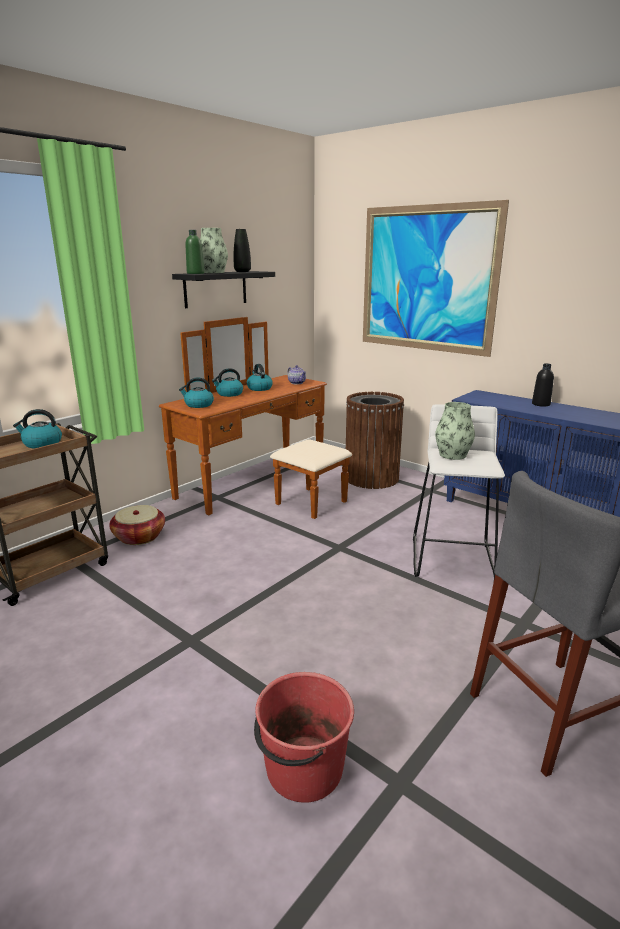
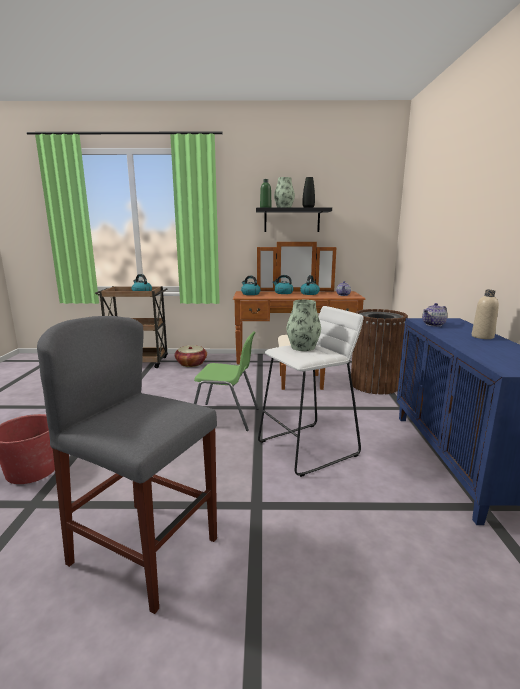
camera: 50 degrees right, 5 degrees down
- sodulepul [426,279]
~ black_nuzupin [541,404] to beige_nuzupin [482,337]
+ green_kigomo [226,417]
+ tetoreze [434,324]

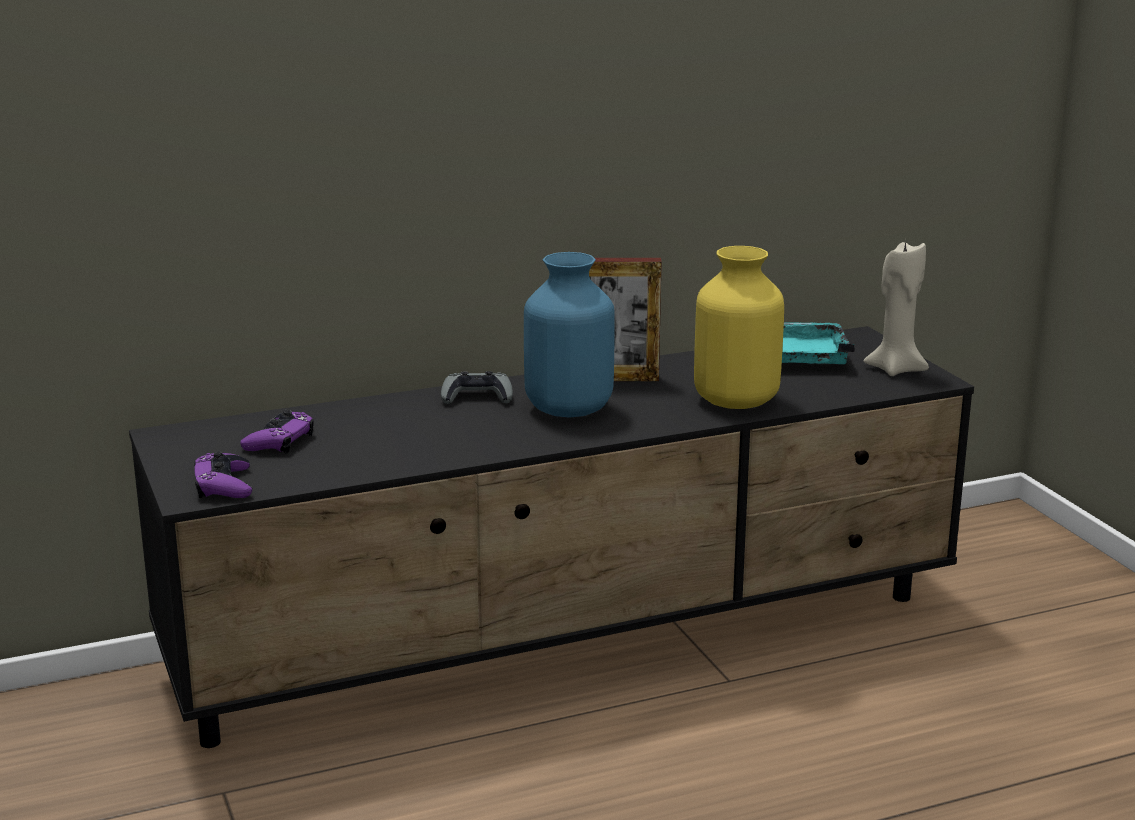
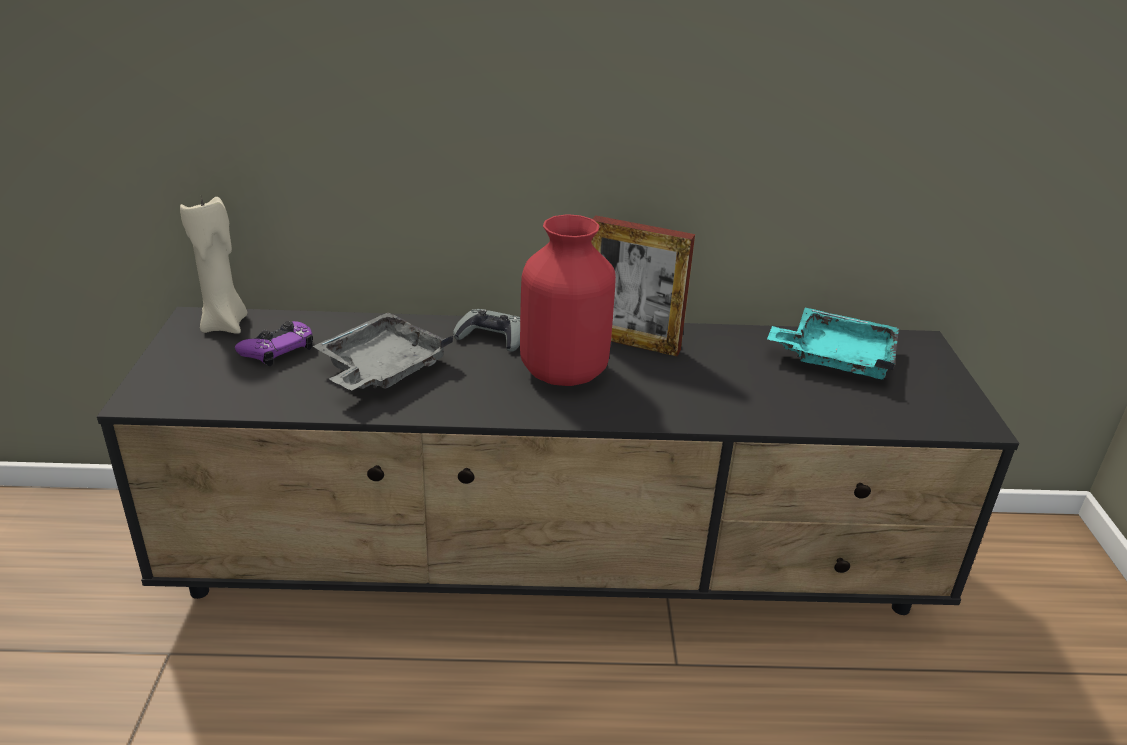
camera: 20 degrees right, 10 degrees up
- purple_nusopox [223,485]
~ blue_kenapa [568,409] to red_kenapa [562,372]
- yellow_kenapa [735,401]
~ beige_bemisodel [895,369] to [225,325]
+ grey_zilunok [381,369]

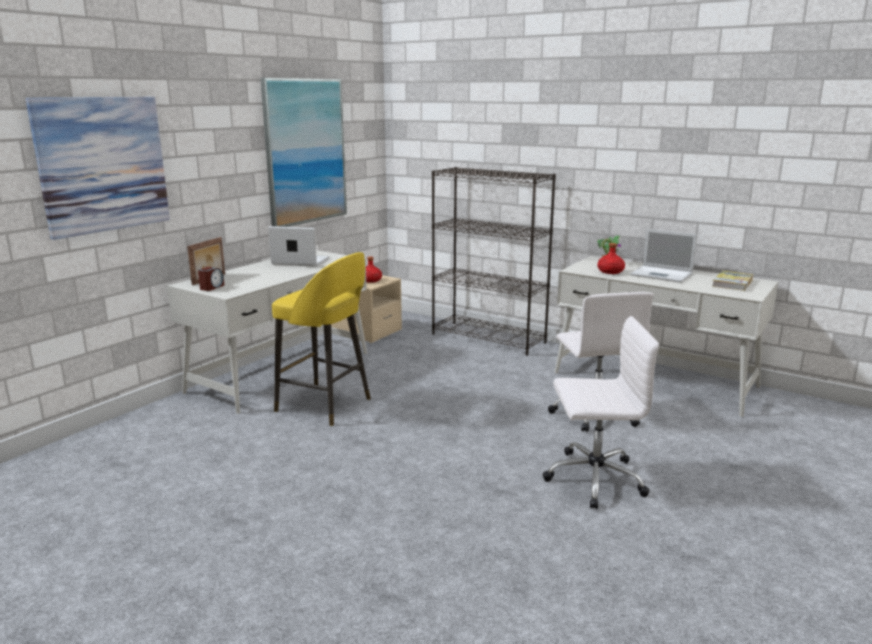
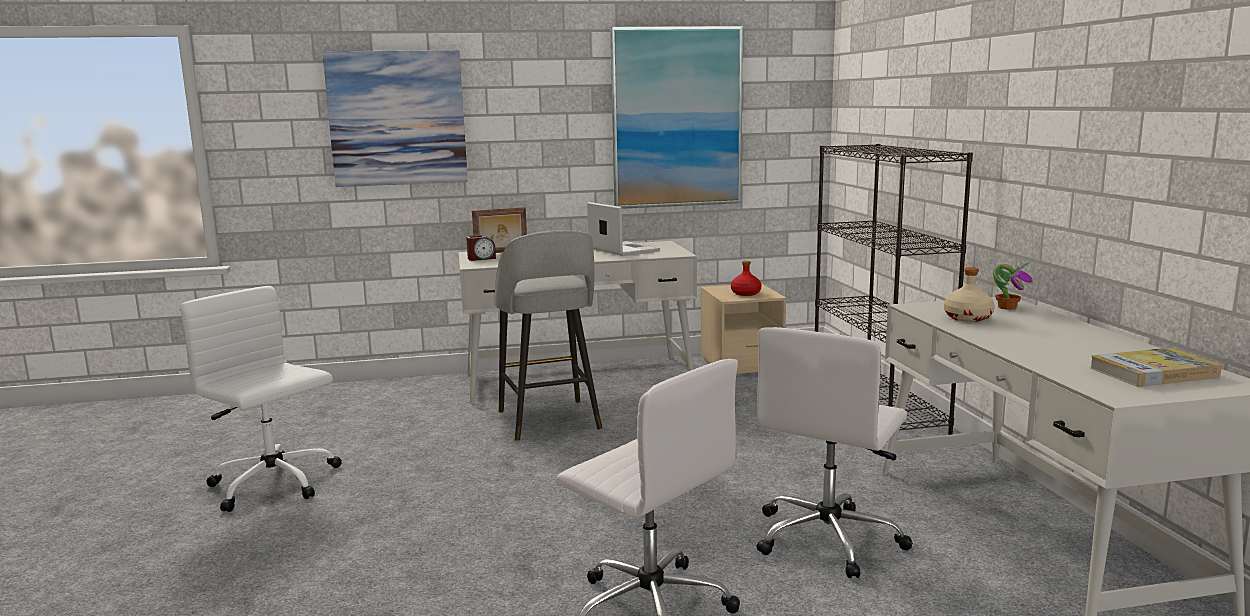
camera: 45 degrees right, 5 degrees down
~ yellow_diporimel [326,406] to grey_diporimel [549,421]
~ red_nuzupin [611,271] to beige_nuzupin [968,318]
- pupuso [662,275]
+ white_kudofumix [275,484]

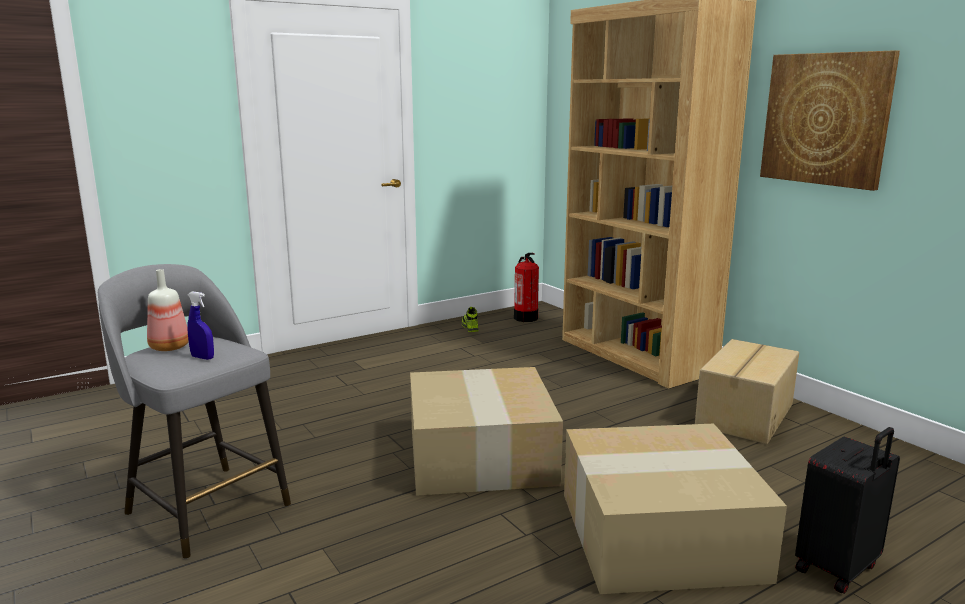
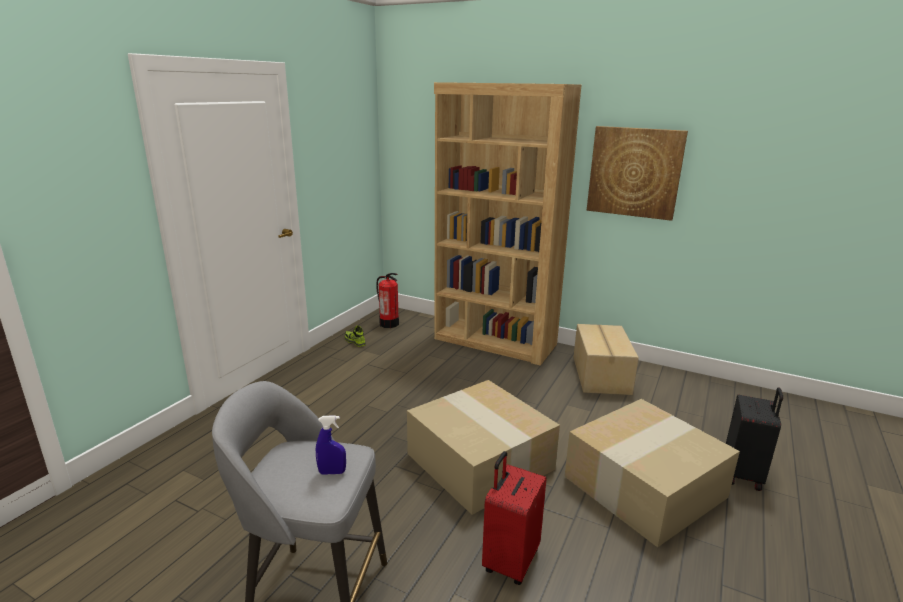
camera: 30 degrees left, 5 degrees up
- nuzupin [170,347]
+ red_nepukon [509,561]

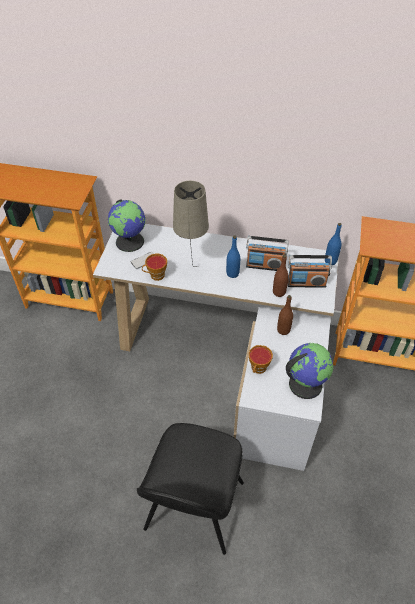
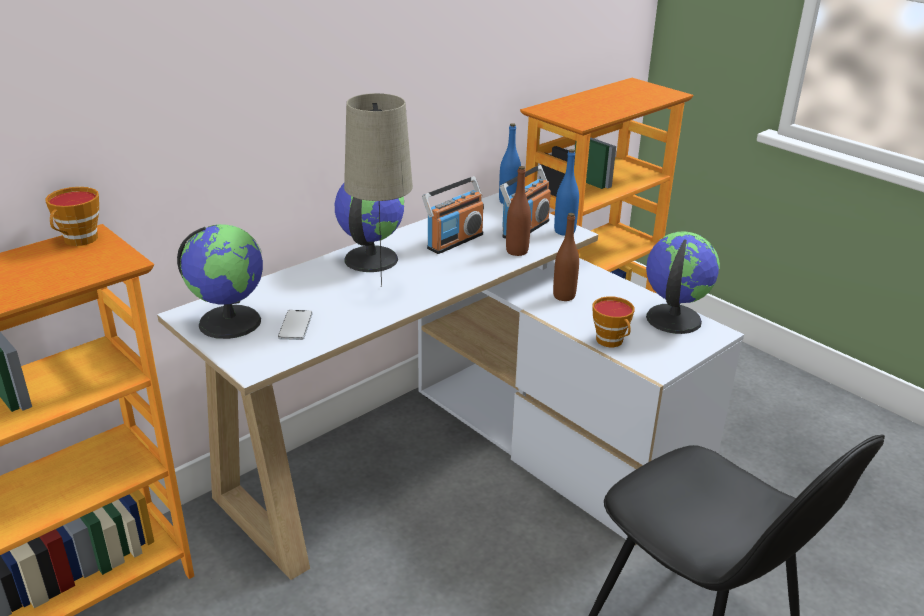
camera: 55 degrees left, 20 degrees down
~ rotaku [155,276] to [78,240]
~ blue_nuzupin [232,273] to [564,231]
+ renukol [370,259]

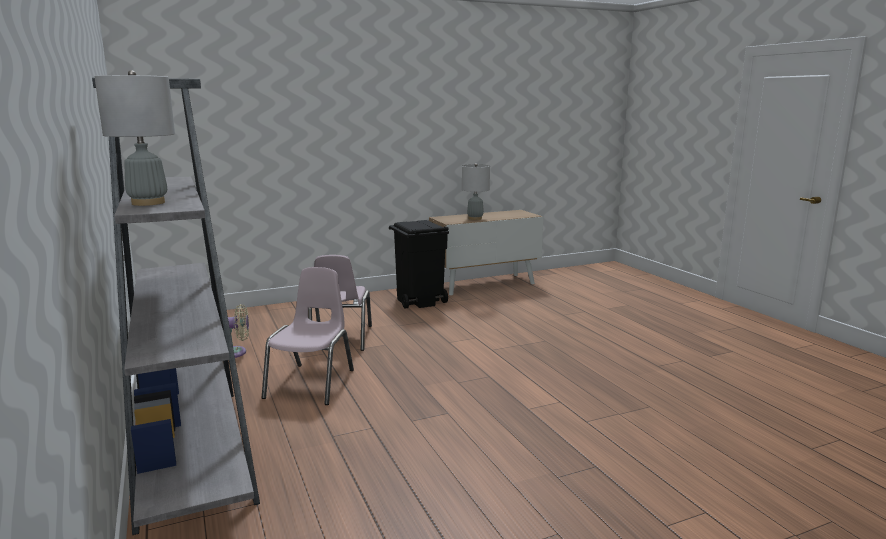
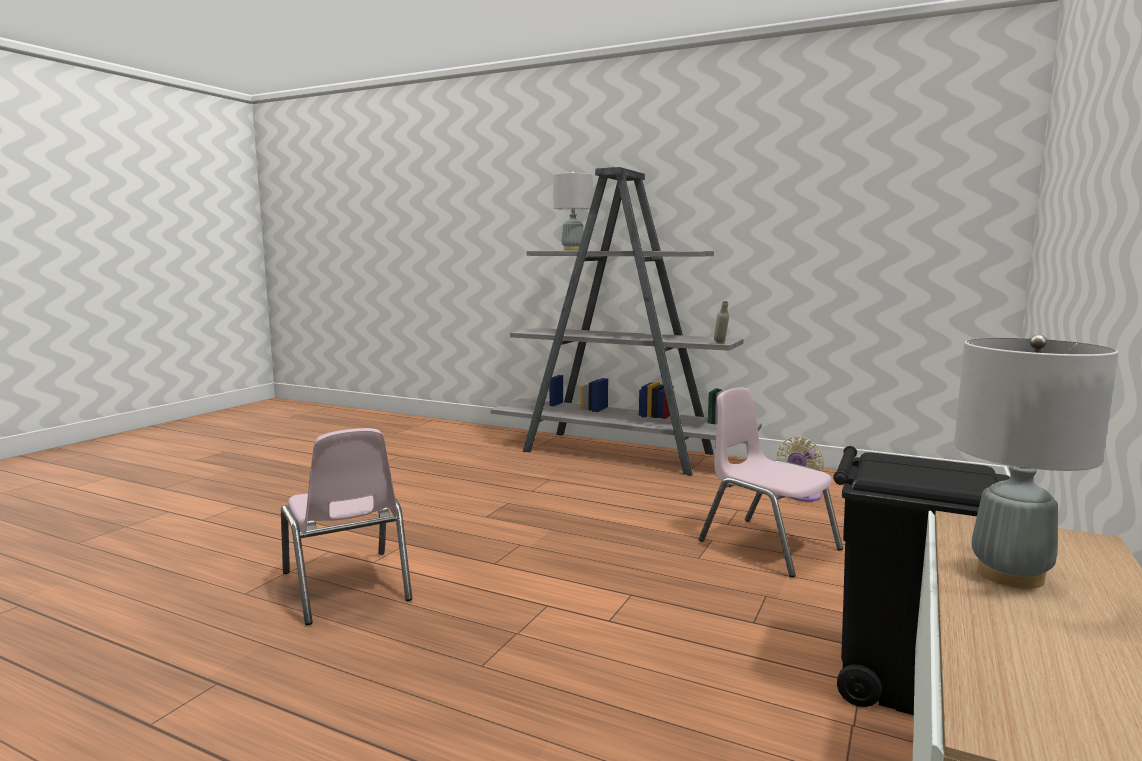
camera: 140 degrees right, 5 degrees down
~ pink_kigomo [311,384] to [346,586]
+ grey_nuzupin [721,343]

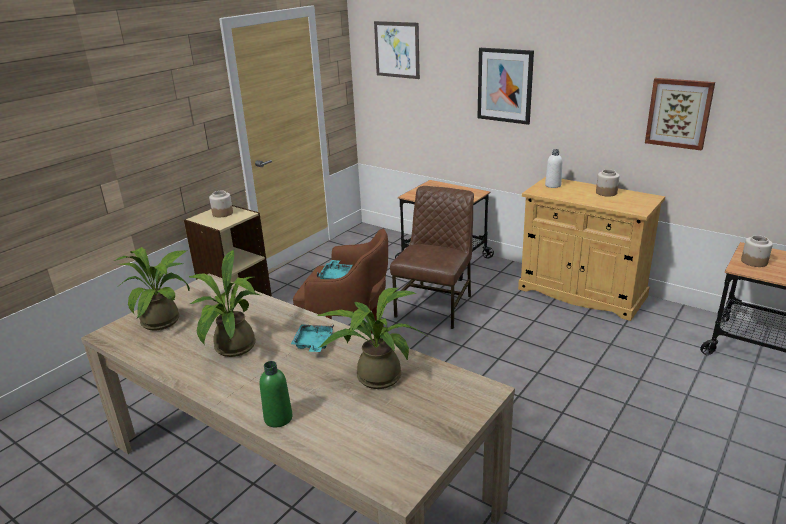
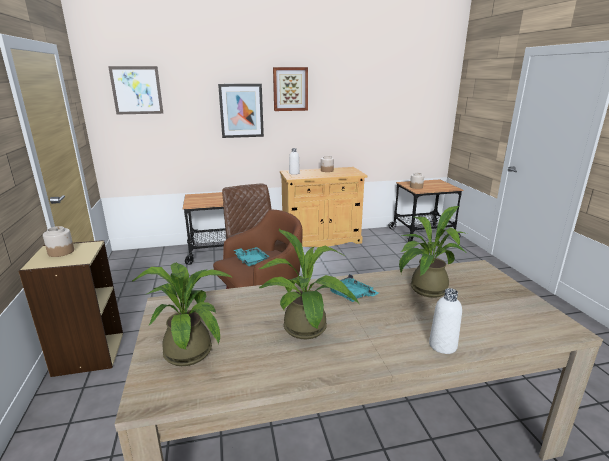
camera: 50 degrees left, 5 degrees down
~ green_nuzupin [278,418] to white_nuzupin [442,345]
~ sodulepul [679,113] to [290,89]

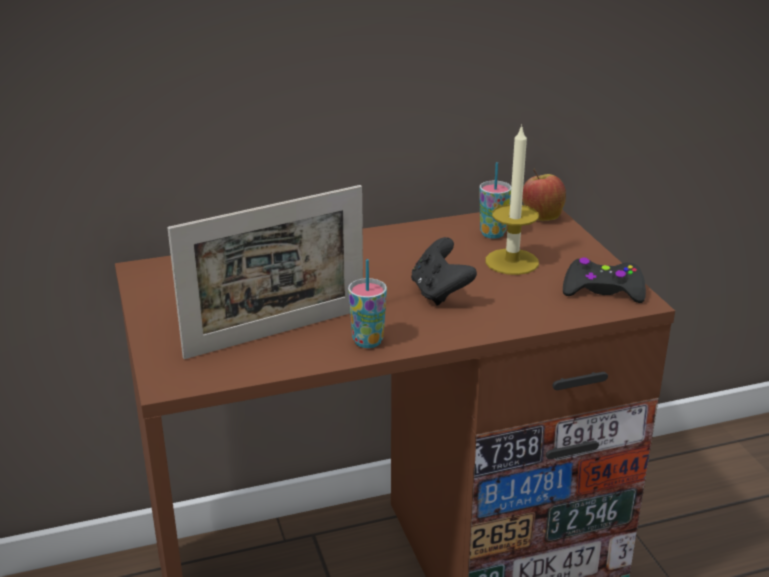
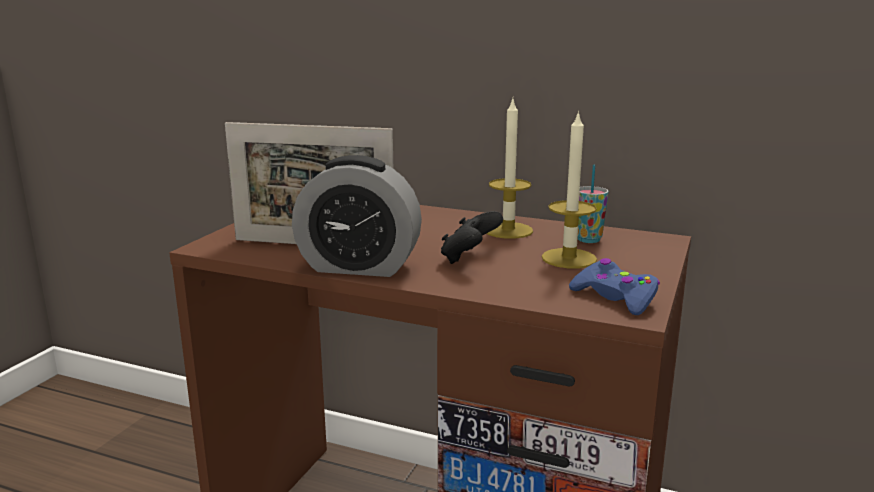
camera: 40 degrees right, 10 degrees down
~ rotaku [367,341] to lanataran [359,266]
- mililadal [541,216]
~ black_nusopox [602,290] to blue_nusopox [615,297]
+ bemisodel [508,230]

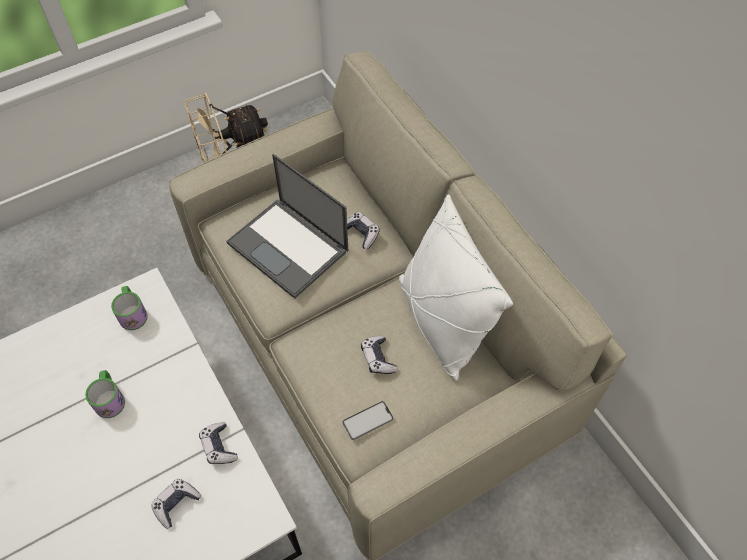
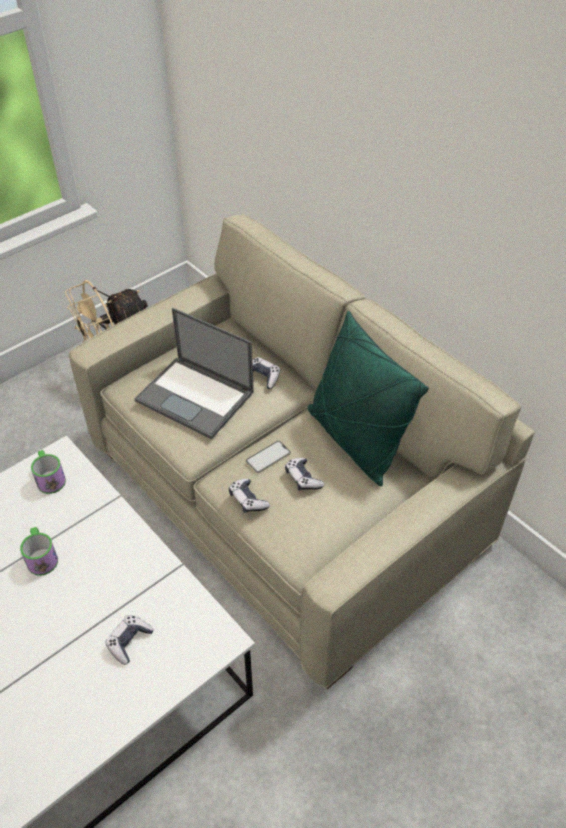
camera: 10 degrees left, 10 degrees down
~ nusopox [218,446] to [248,500]
~ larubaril [368,420] to [268,457]
~ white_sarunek [441,322] to green_sarunek [355,440]

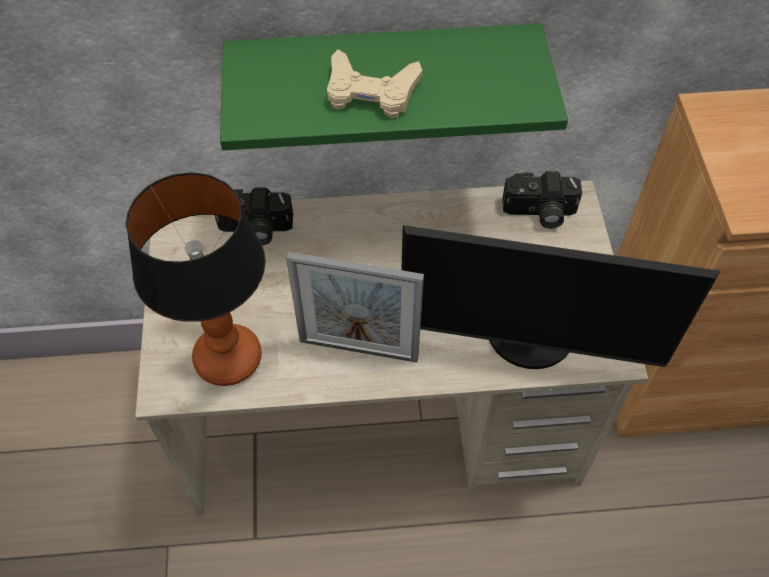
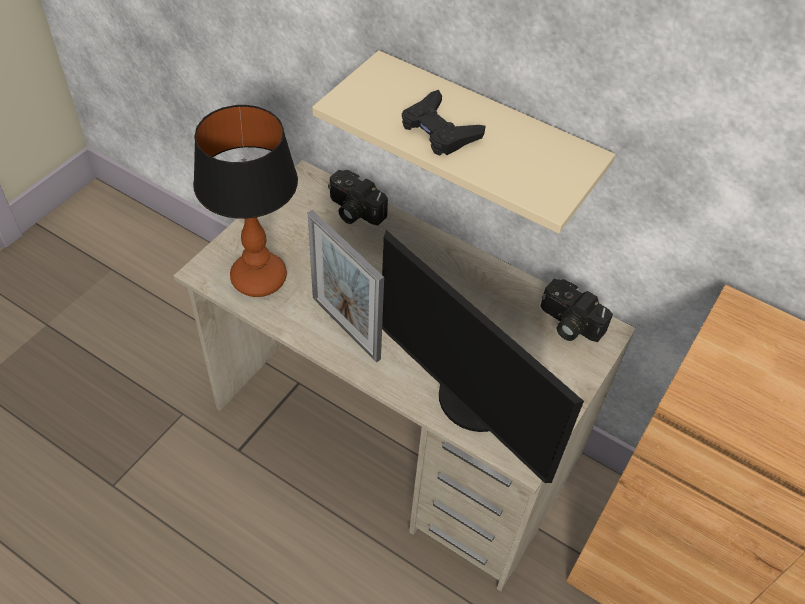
camera: 35 degrees right, 5 degrees down
~ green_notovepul [383,76] to beige_notovepul [485,137]
~ beige_nusopox [371,92] to black_nusopox [439,130]

